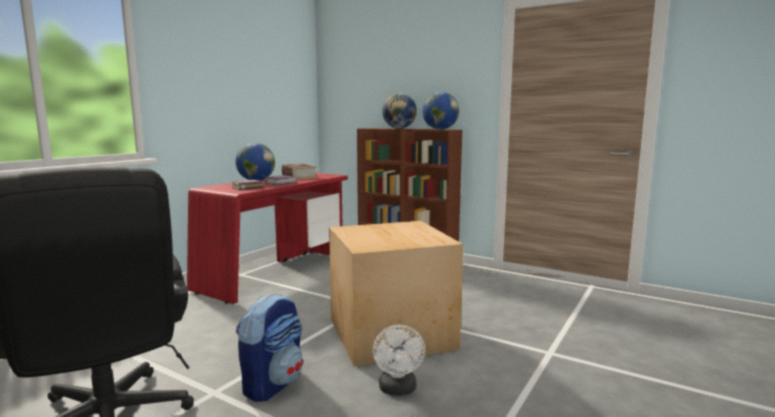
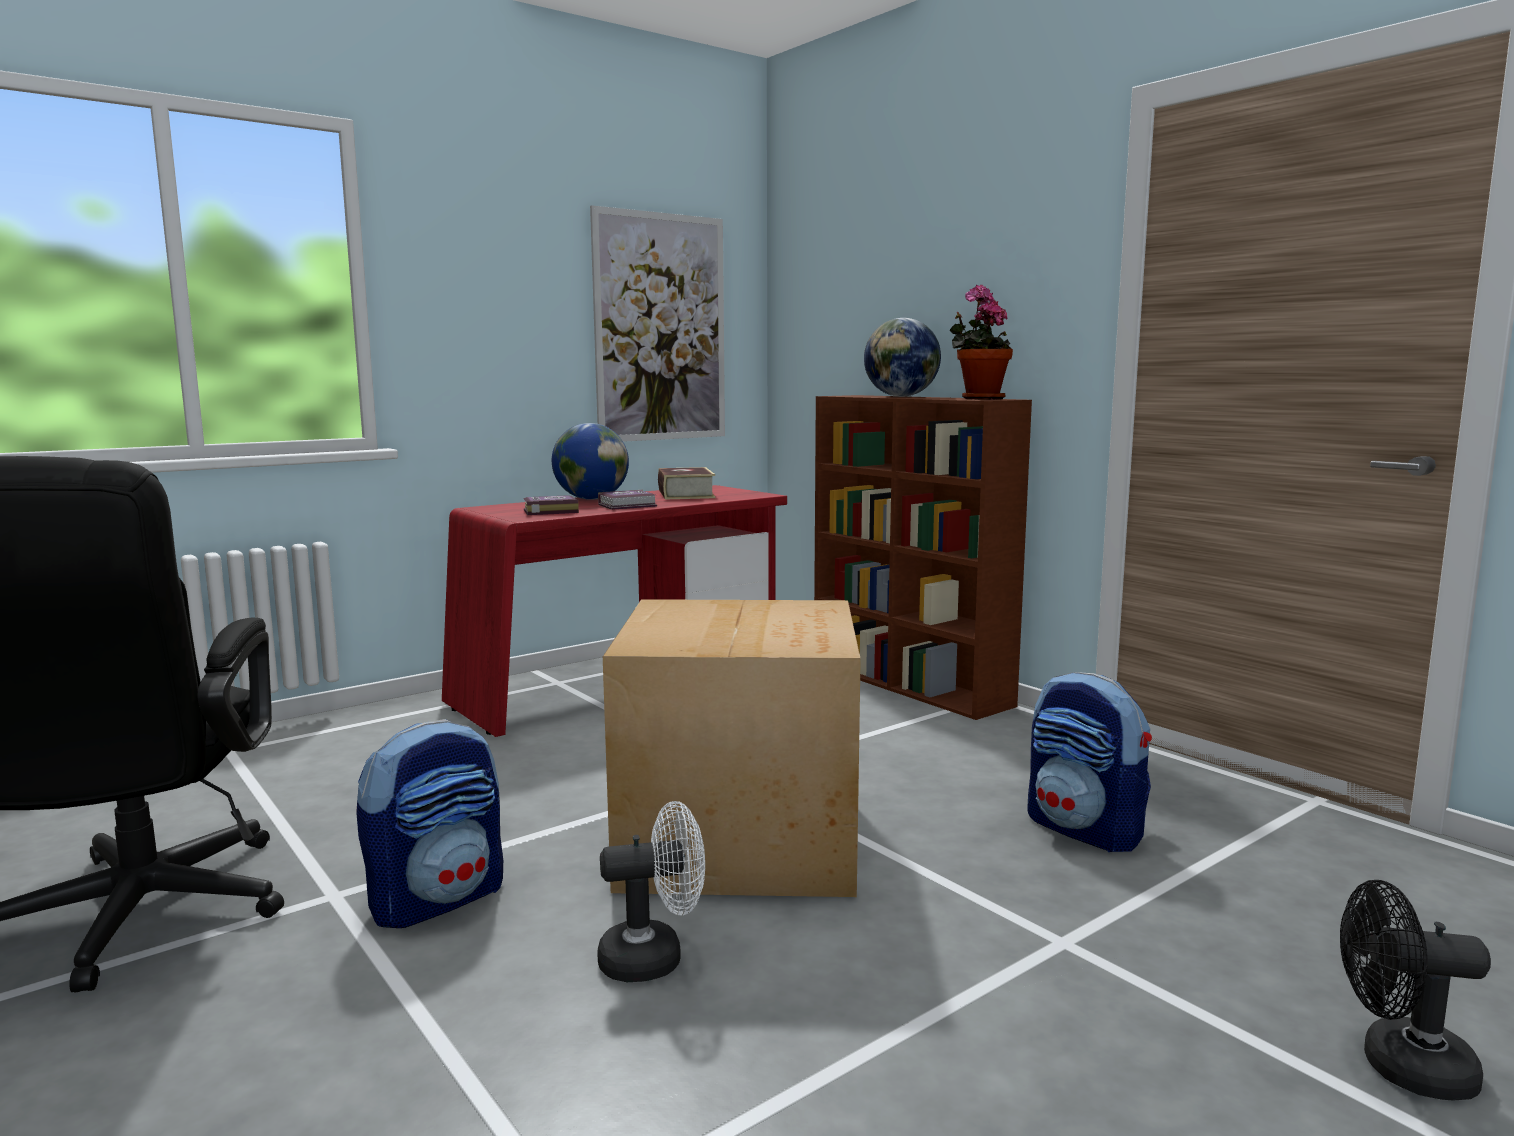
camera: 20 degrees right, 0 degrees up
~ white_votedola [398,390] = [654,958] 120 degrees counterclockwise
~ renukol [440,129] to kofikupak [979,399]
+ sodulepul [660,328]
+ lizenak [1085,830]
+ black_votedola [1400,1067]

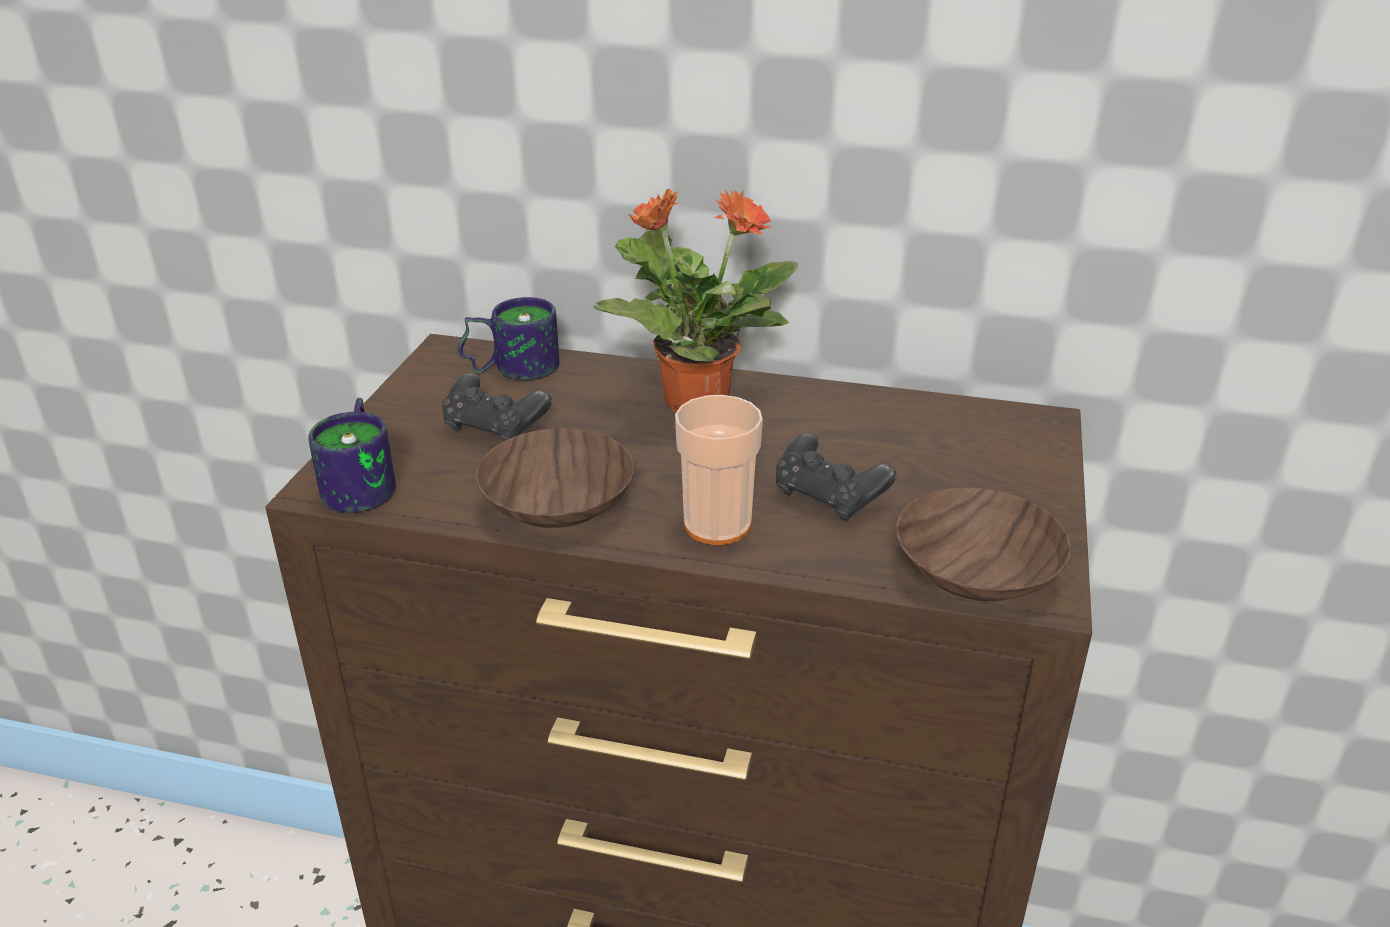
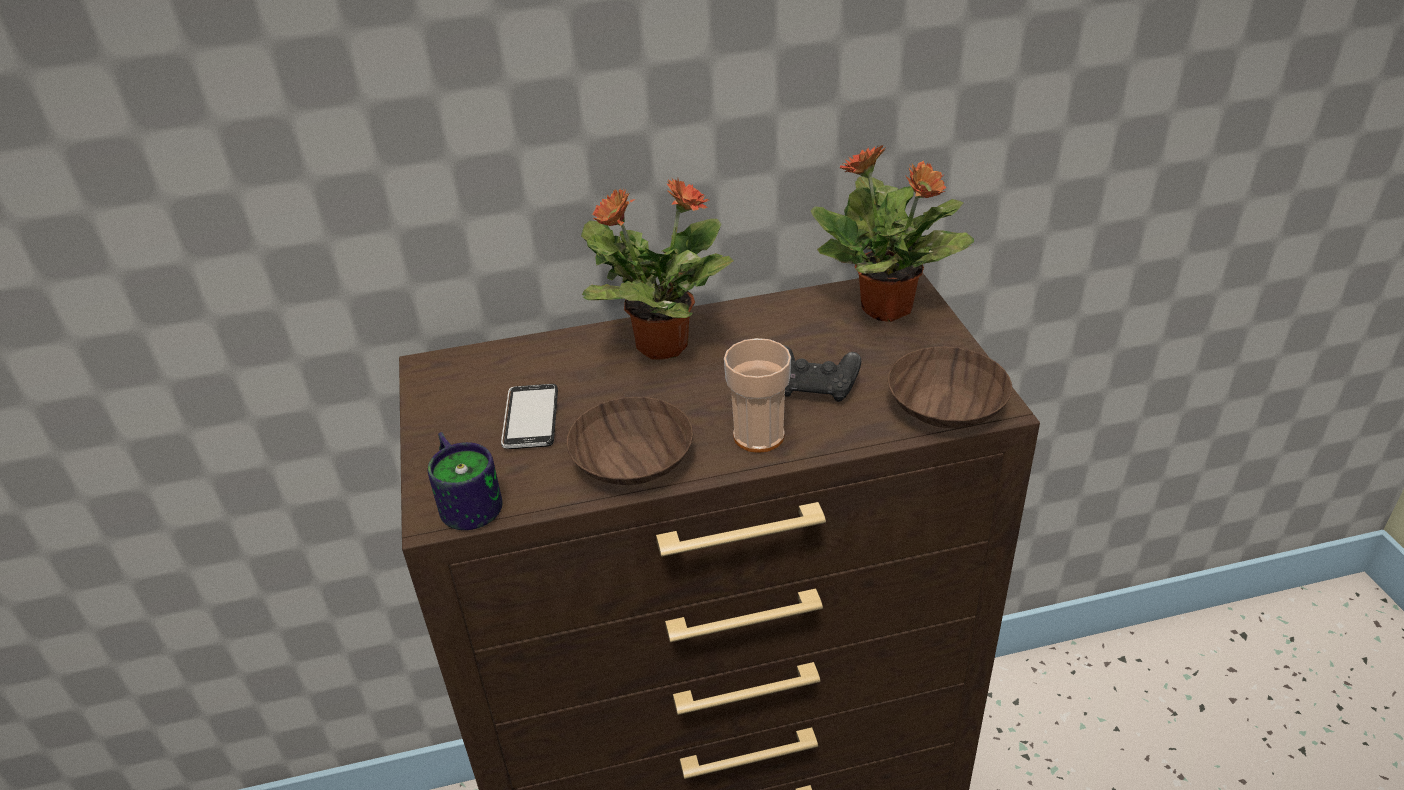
camera: 25 degrees left, 5 degrees up
~ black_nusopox [496,428] to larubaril [531,419]
- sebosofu [511,367]
+ kofikupak [888,309]

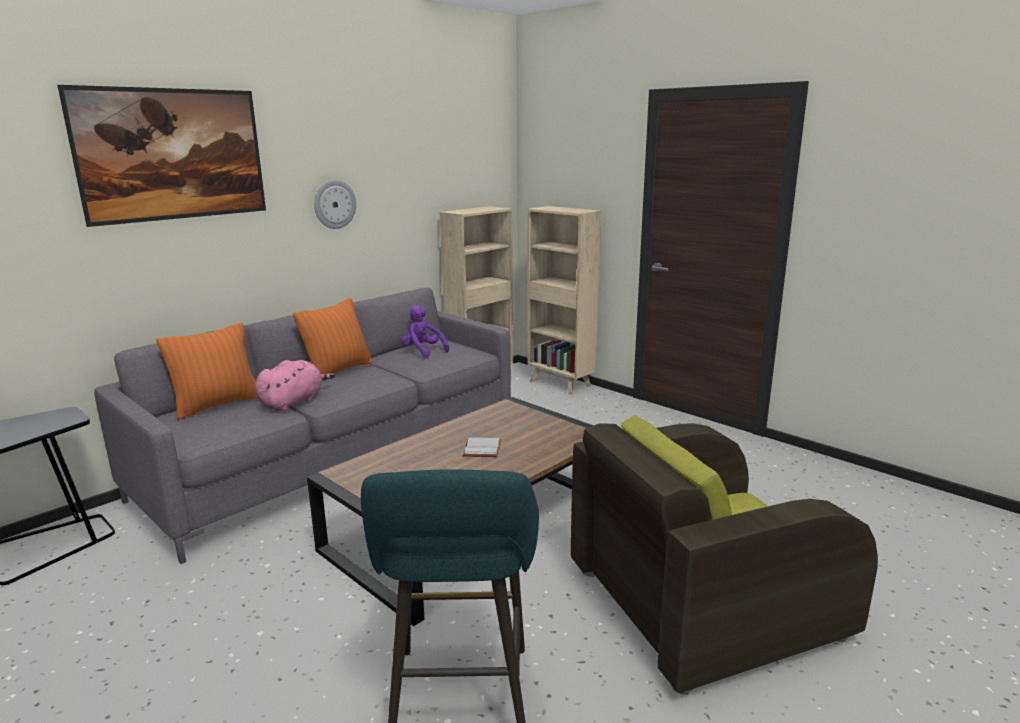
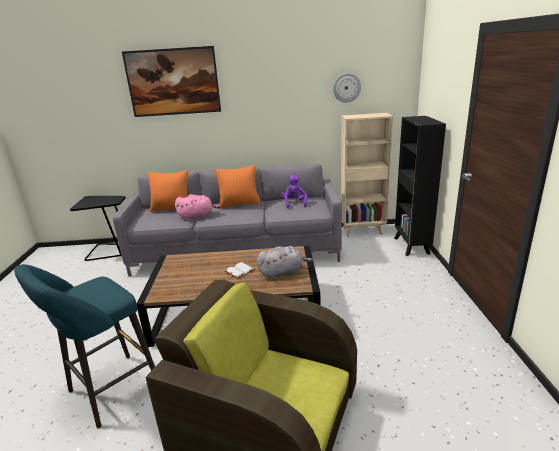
camera: 45 degrees right, 5 degrees up
~ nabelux [334,204] to [346,87]
~ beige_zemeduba [561,384] to black_zemeduba [411,246]
+ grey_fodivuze [283,272]

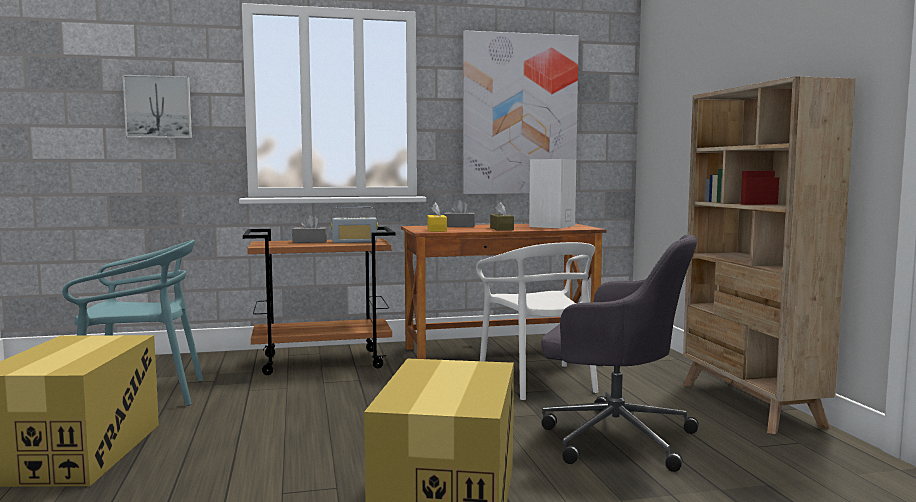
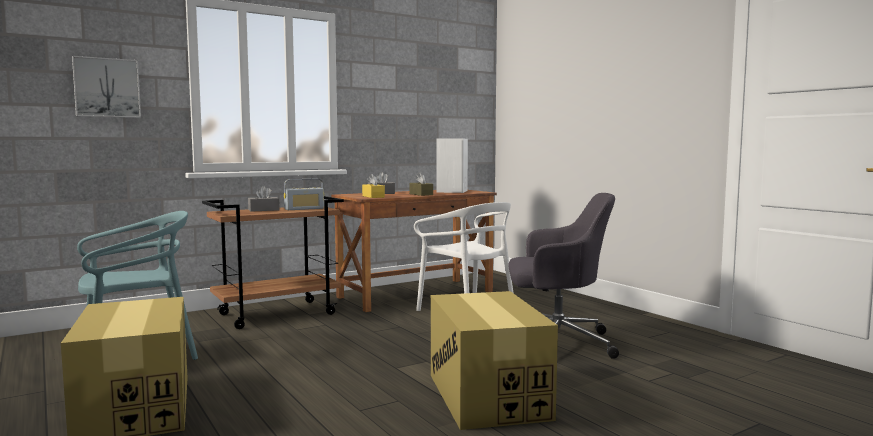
camera: 20 degrees left, 0 degrees up
- sodulepul [519,114]
- beige_zemeduba [750,405]

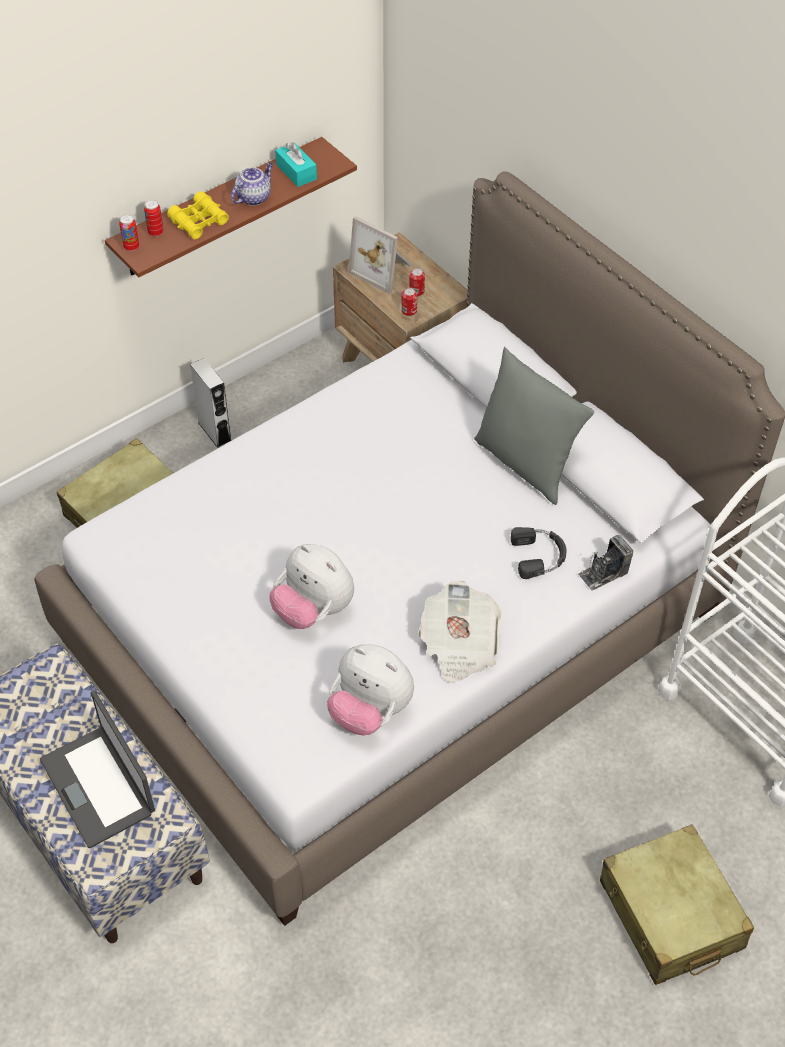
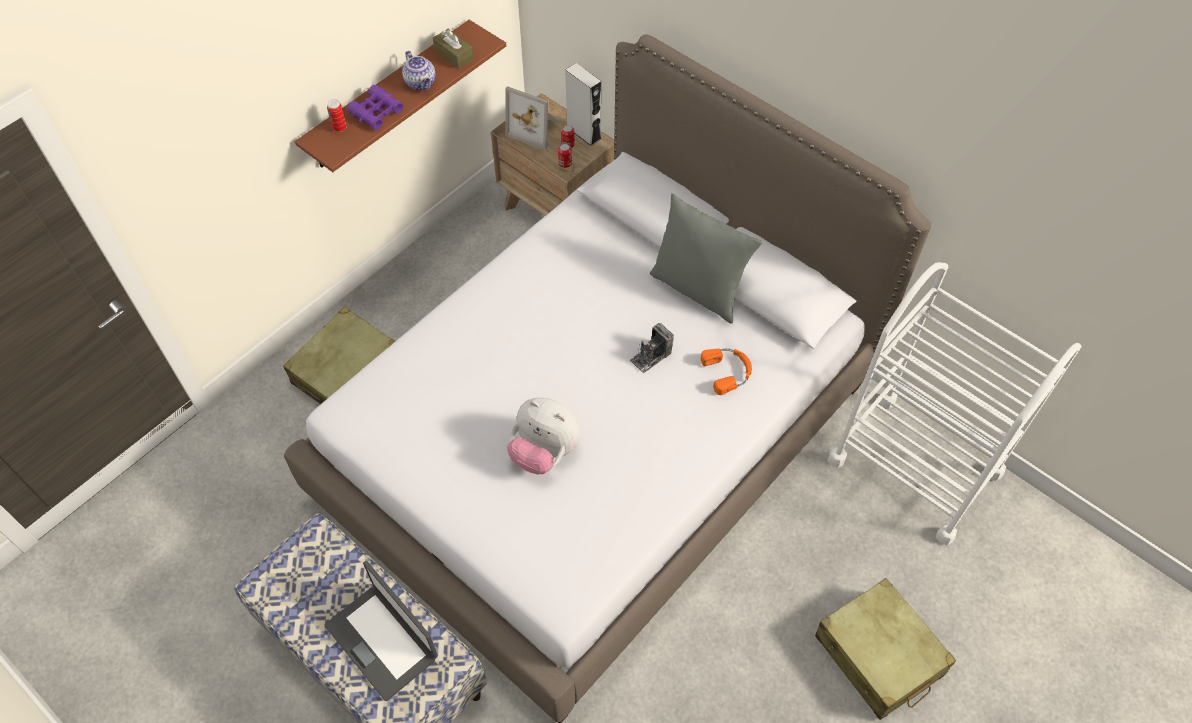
camera: 10 degrees left, 5 degrees up
- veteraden [131,247]
~ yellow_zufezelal [199,221] to purple_zufezelal [377,112]
~ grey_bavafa [214,432] to [583,133]
~ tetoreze [254,197] = [421,83] 120 degrees clockwise
~ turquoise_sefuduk [296,172] to brown_sefuduk [454,55]
- fodivuze [370,711]
- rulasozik [459,646]
~ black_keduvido [539,555] to orange_keduvido [728,371]
~ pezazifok [603,573] to [651,356]

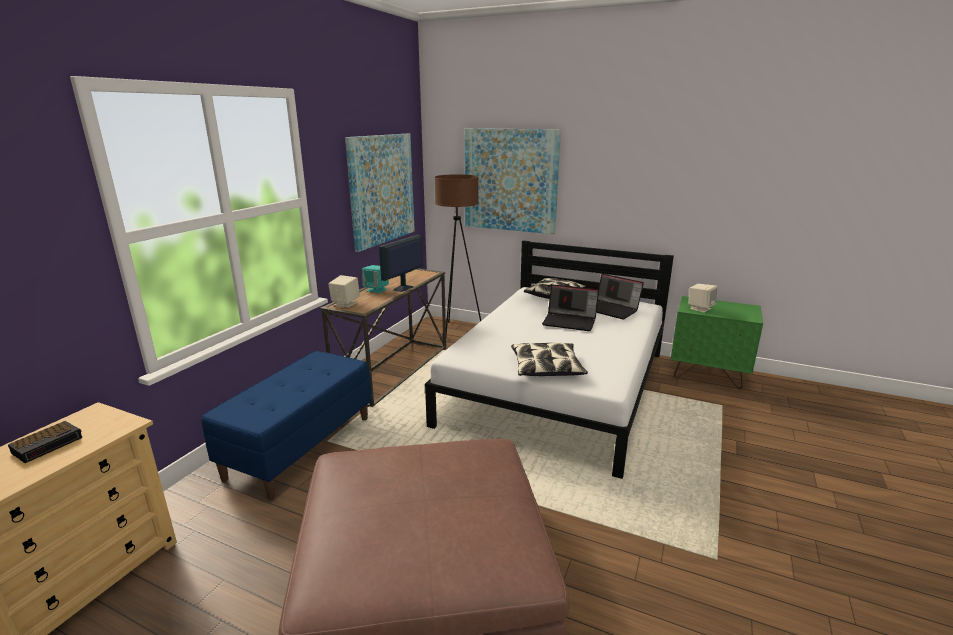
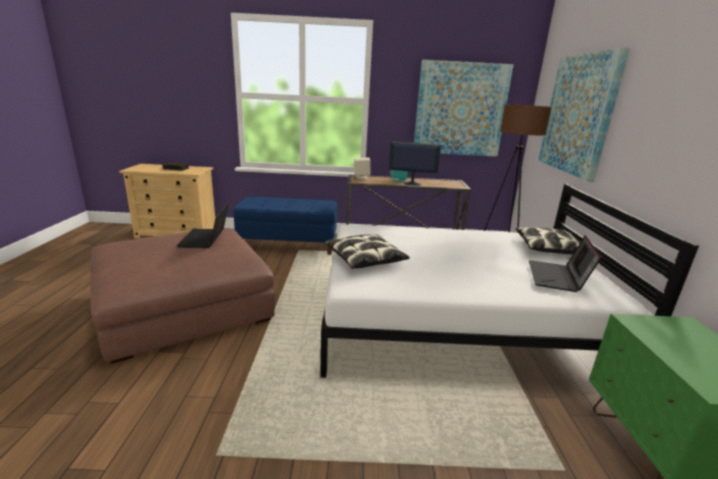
camera: 65 degrees right, 0 degrees up
~ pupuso [570,321] to [206,239]
- beige_bavafa [700,308]

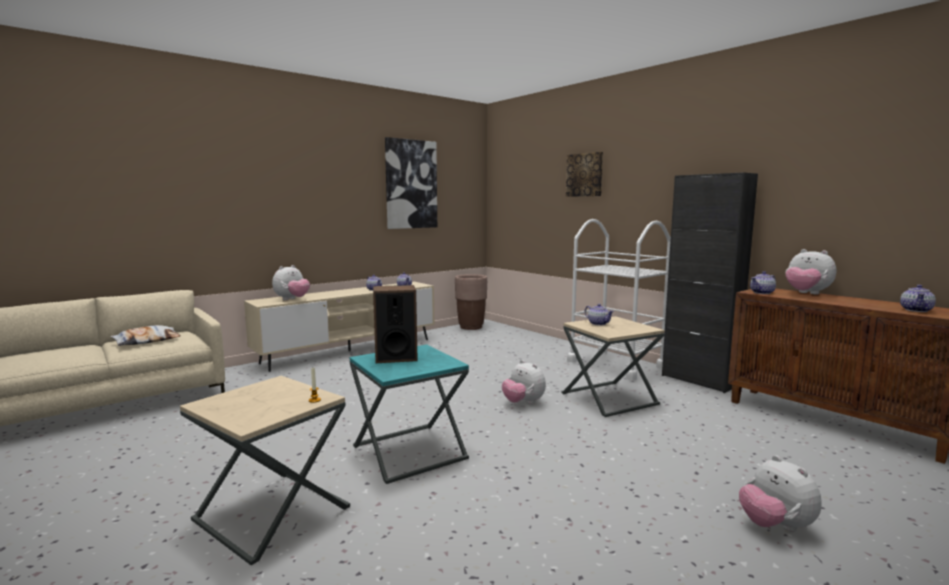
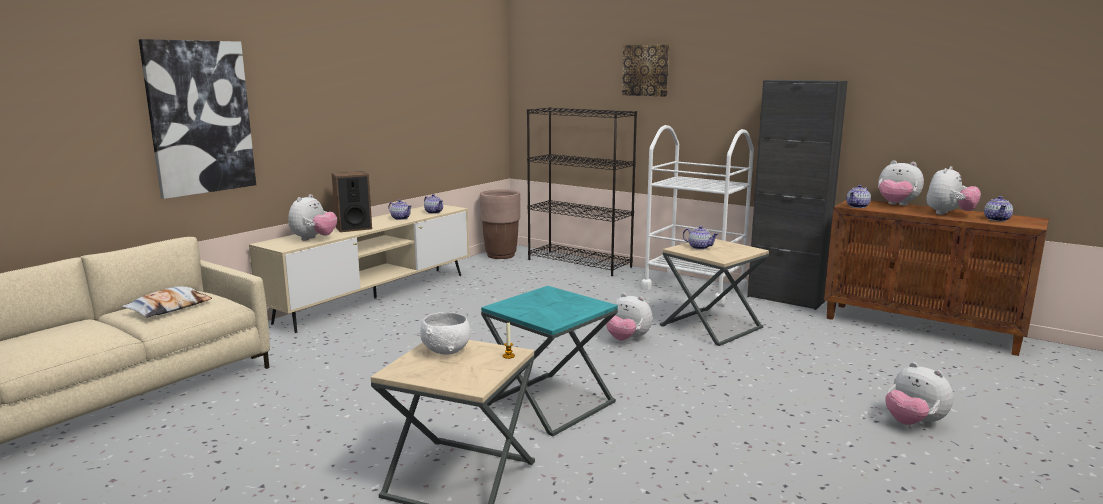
camera: 15 degrees left, 5 degrees up
~ bavafa [395,357] to [353,228]
~ sodulepul [411,184] to [200,117]
+ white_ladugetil [447,350]
+ black_zemeduba [580,263]
+ fodivuze [949,214]

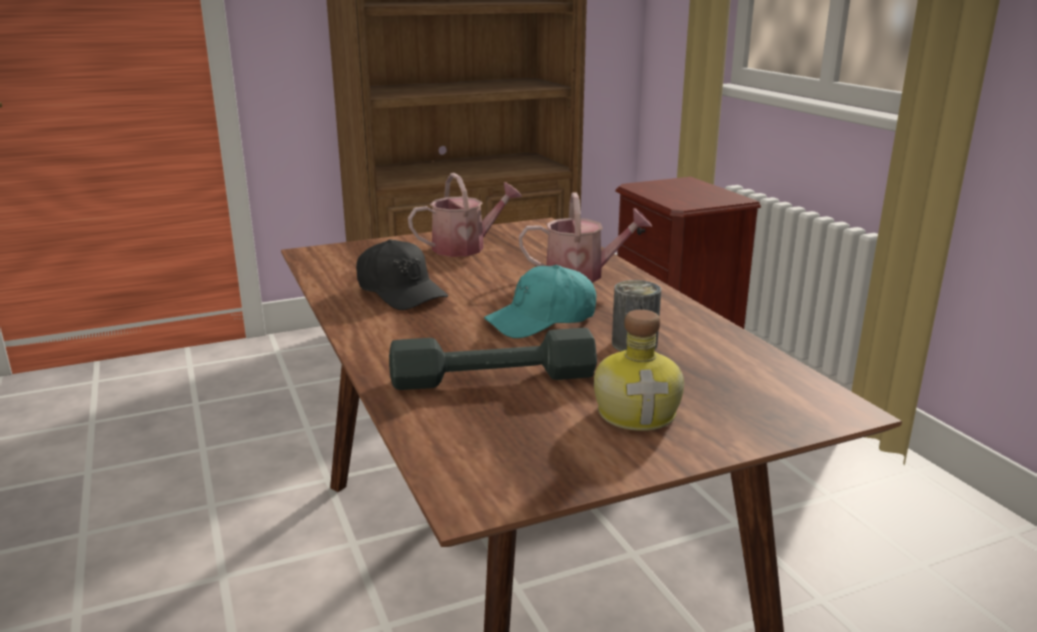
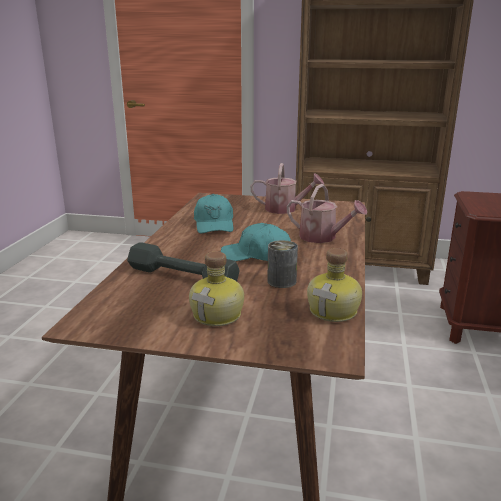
camera: 35 degrees right, 0 degrees up
~ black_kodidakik [400,292] to turquoise_kodidakik [214,224]
+ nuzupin [334,311]

